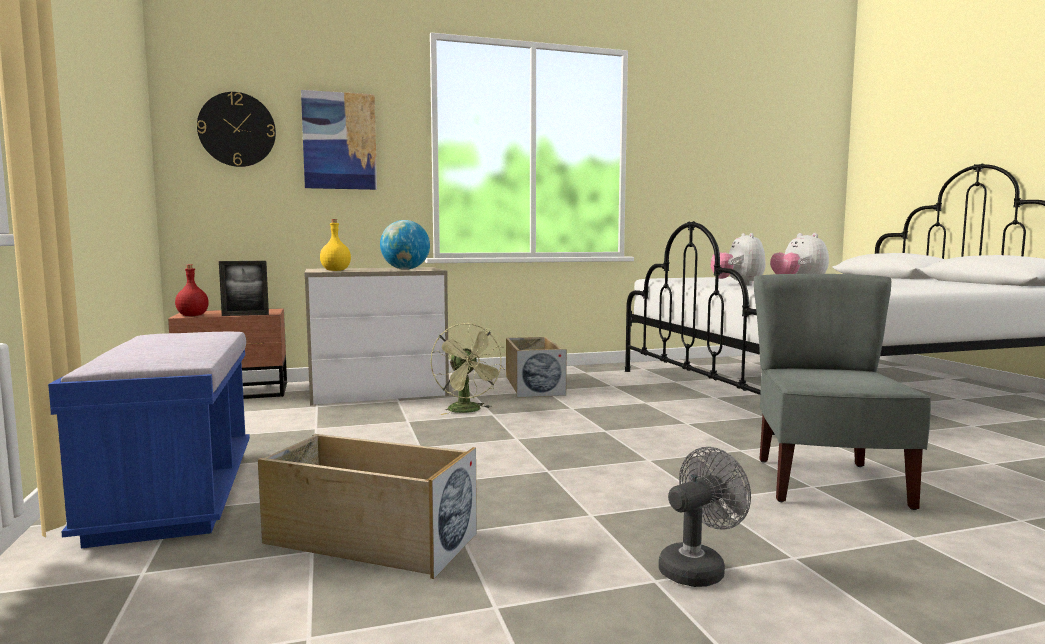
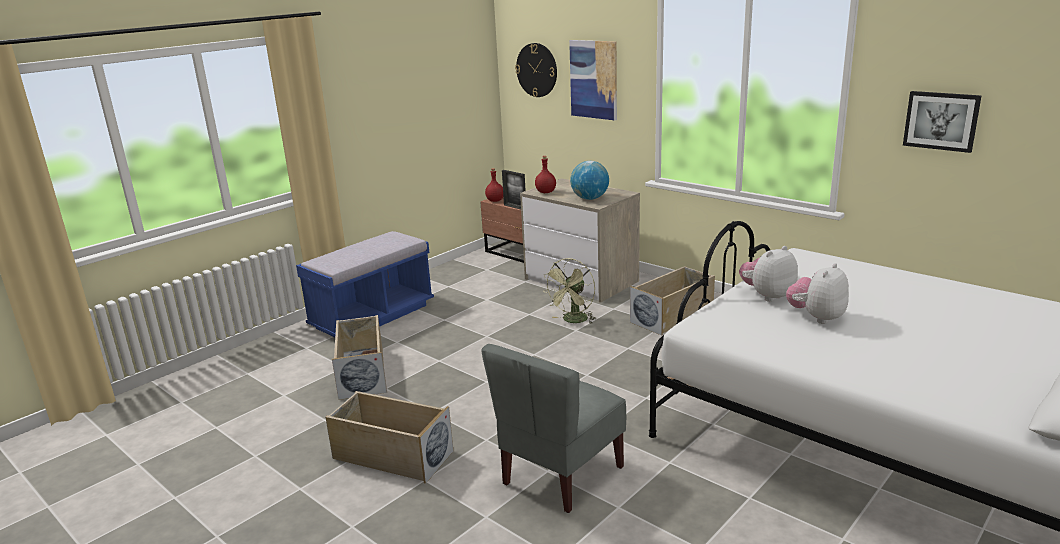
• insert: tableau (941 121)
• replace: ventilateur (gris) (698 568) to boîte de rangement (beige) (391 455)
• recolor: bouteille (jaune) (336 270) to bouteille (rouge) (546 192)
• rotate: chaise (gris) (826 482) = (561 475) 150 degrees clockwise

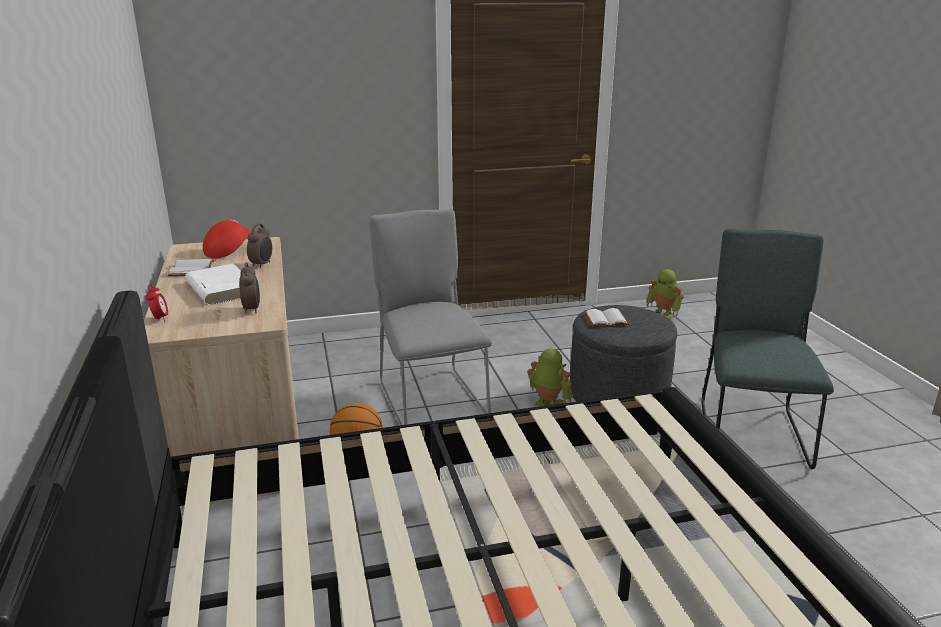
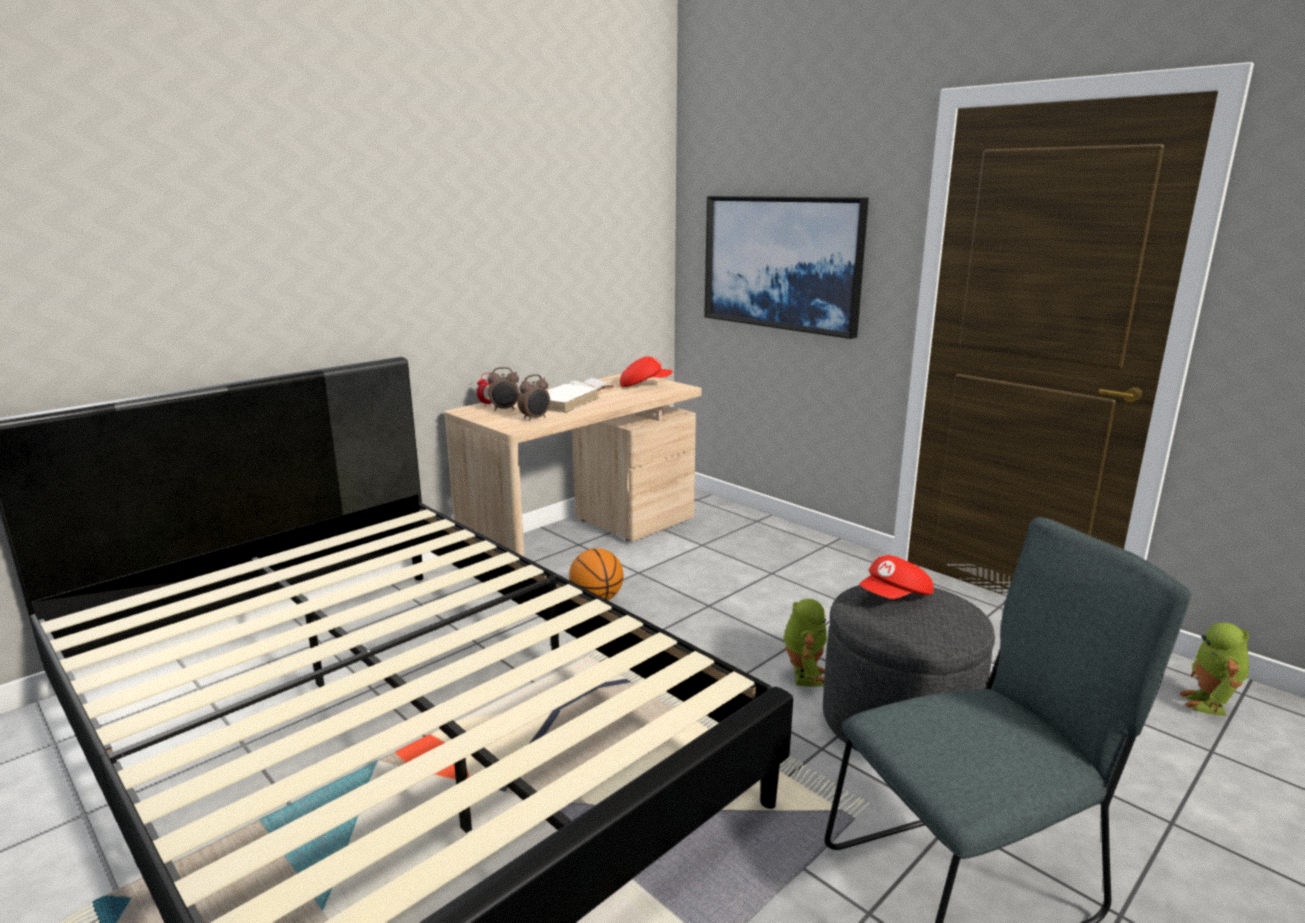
• delete: chaise (gris) (430 396)
• insert: tableau (782 263)
• move: réveil (262 265) to (504 409)
• replace: livre (blanc) (606 319) to casquette (rouge) (895 598)

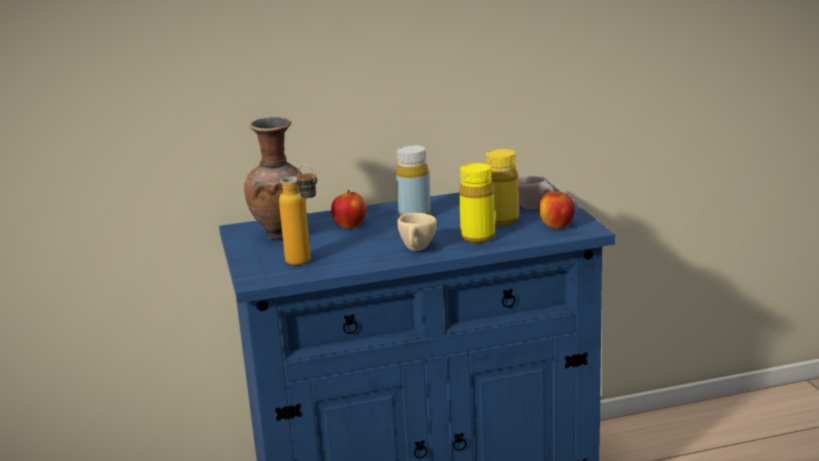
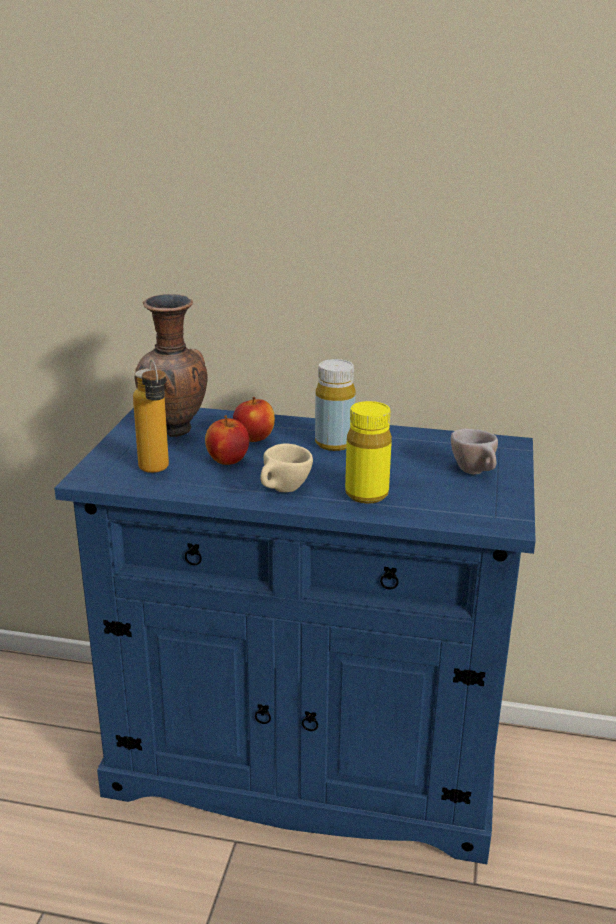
• delete: bouteille (jaune) (502 220)
• move: pomme (557 226) to (227 460)

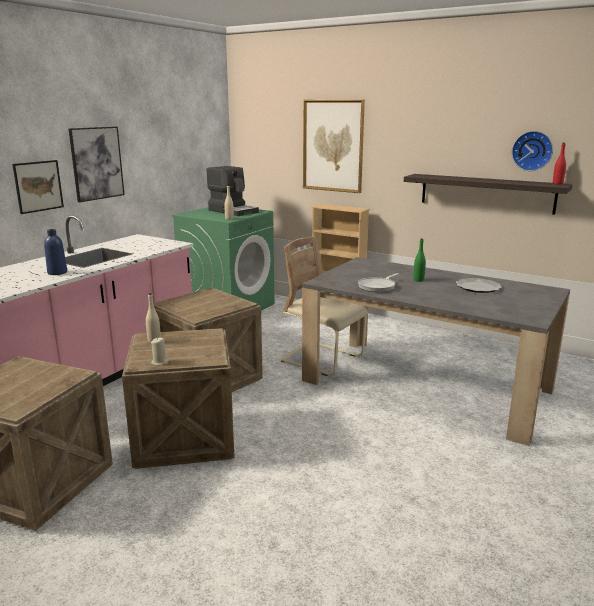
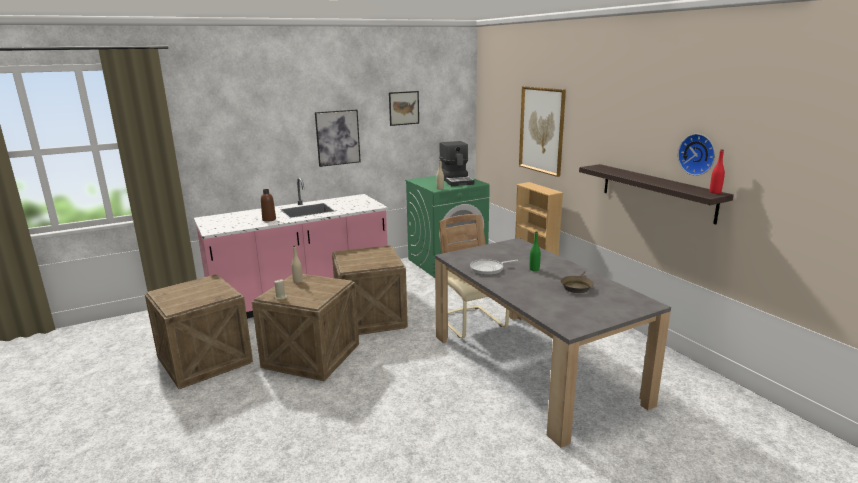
• move: tableau (38 186) to (404 108)
• replace: assiette (478 287) to poêle (marron) (576 287)
• recolor: bouteille (bleu) (57 272) to bouteille (marron) (269 219)

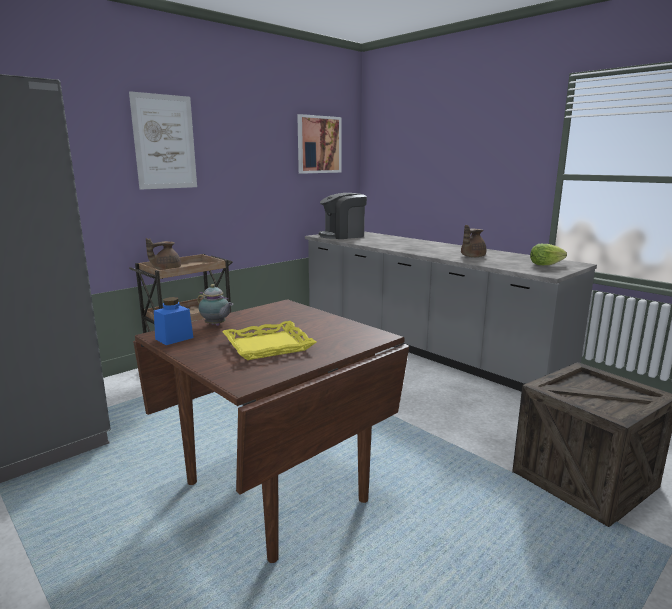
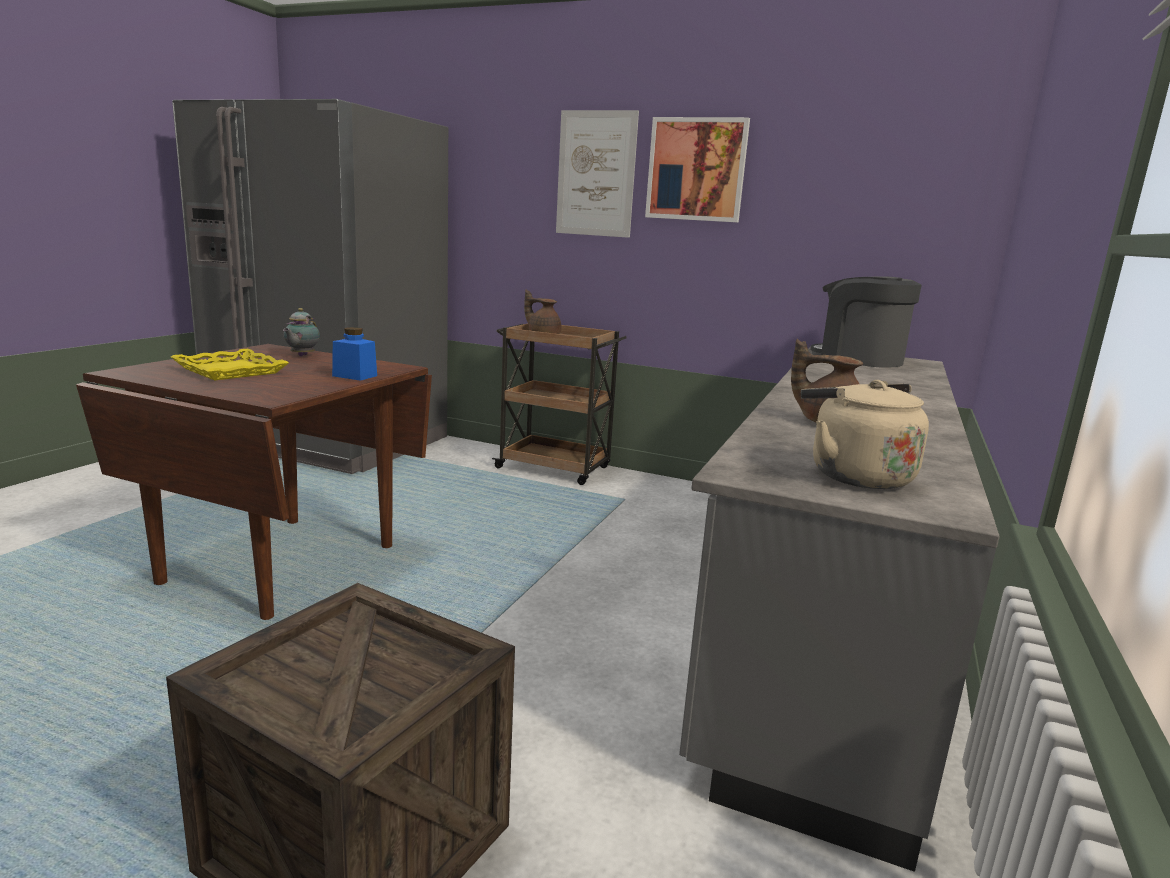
• move: bocal (bleu) (174 338) to (355 376)
• move: tableau (319 144) to (696 170)
• replace: laitue (545 265) to bouilloire (beige) (854 475)

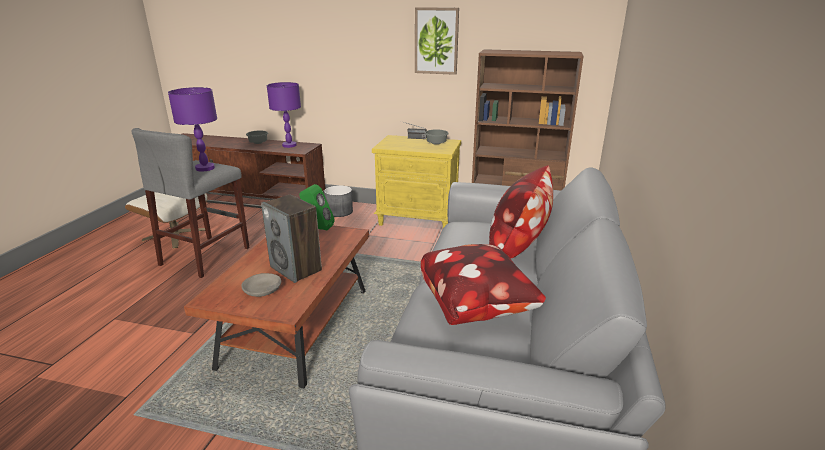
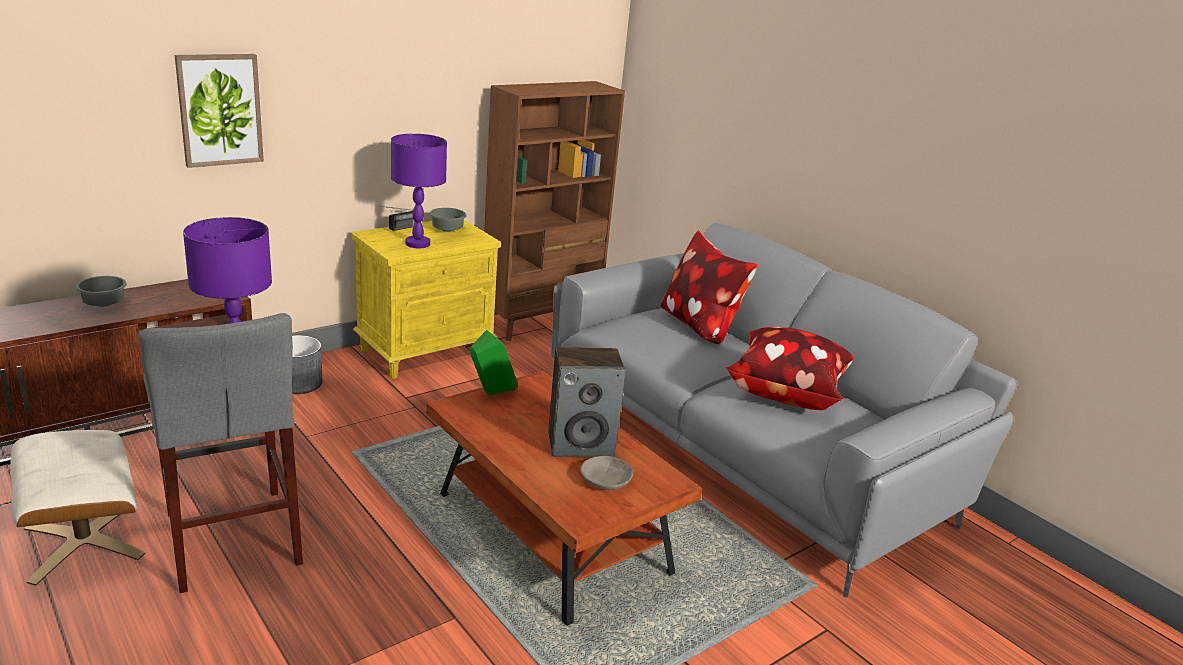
• move: lampe de table (violet) (289 145) to (417 244)
• move: tableau (436 41) to (220 110)

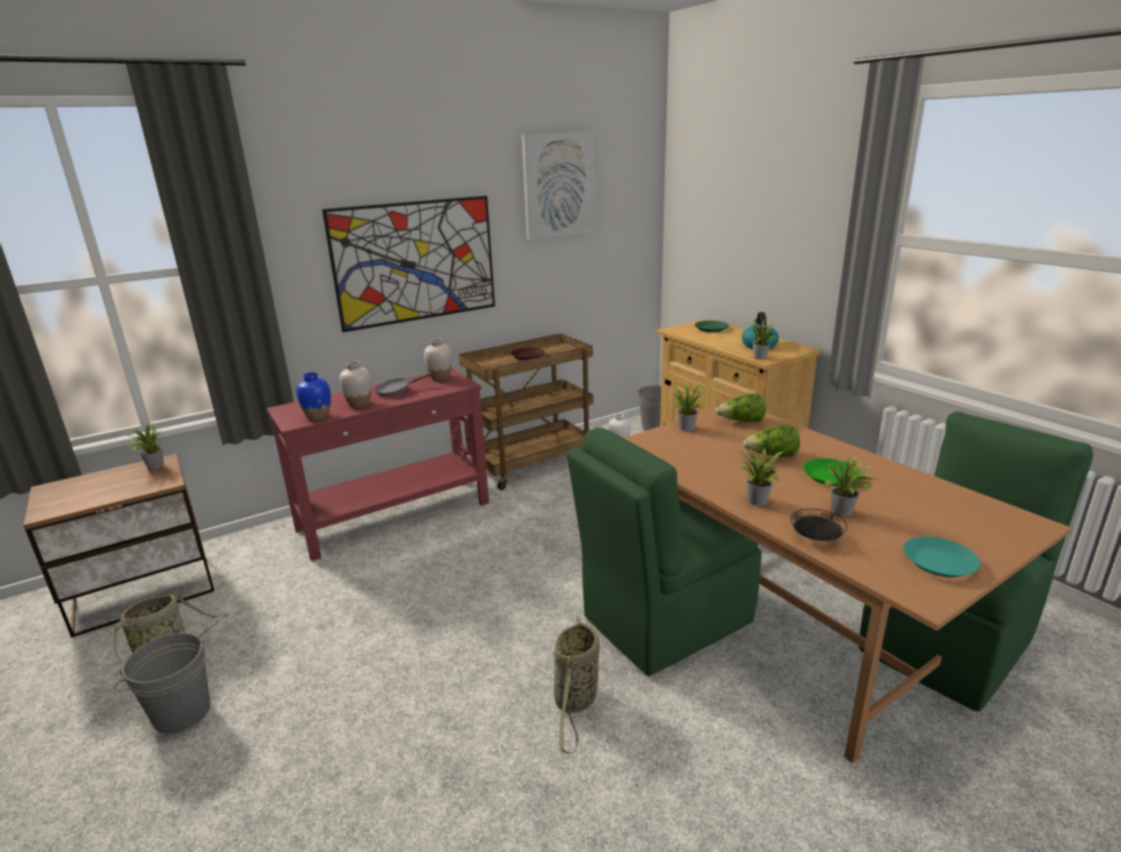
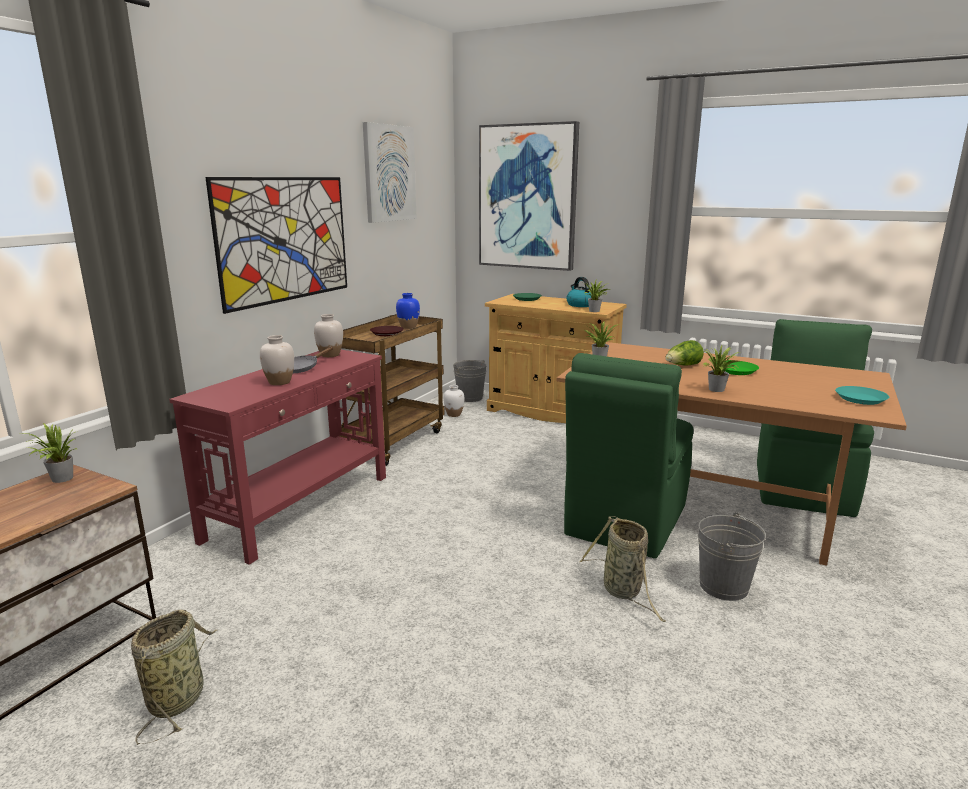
• delete: laitue (741 421)
• delete: assiette (noir) (816 537)
• delete: plante en pot (843 513)
• insert: tableau (527 197)
• move: seau (gris) (181 712) to (723 586)
• move: vase (bleu) (318 417) to (408 327)

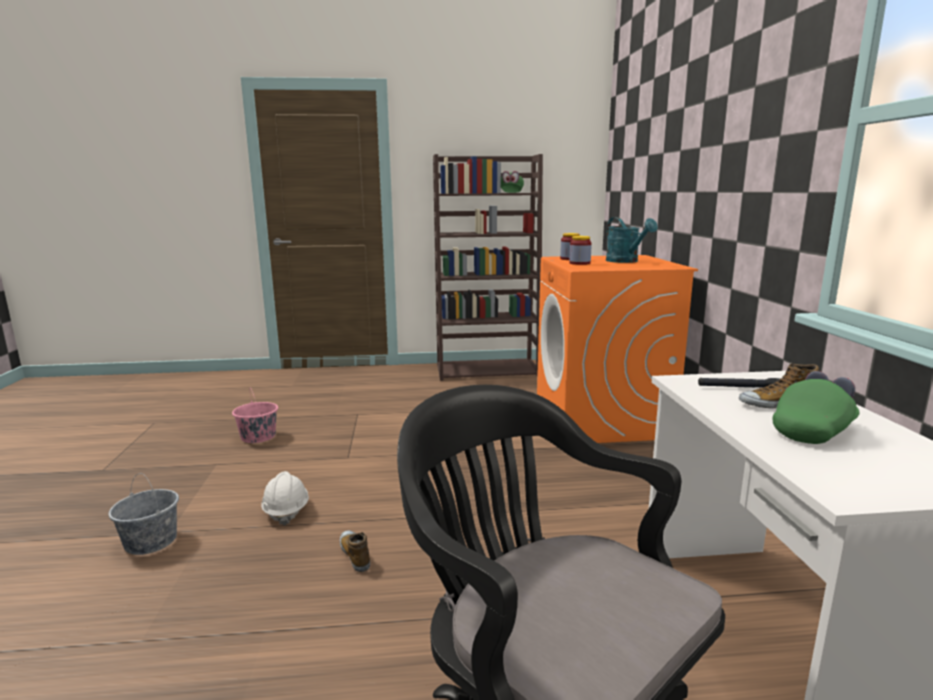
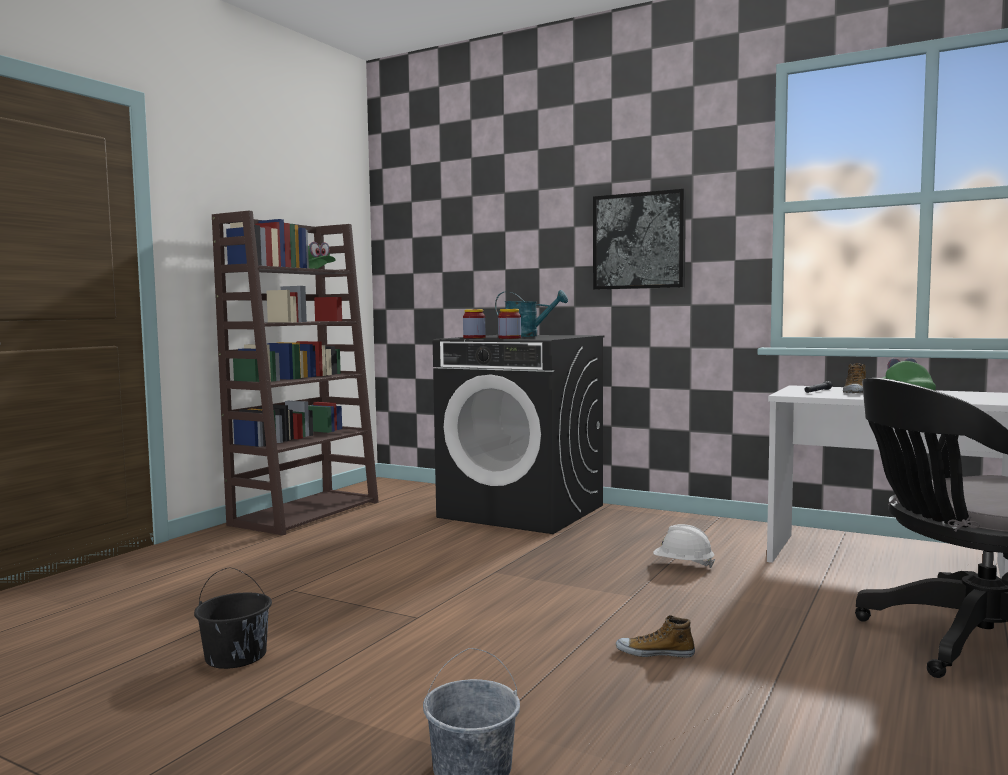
• insert: tableau (639 241)
• move: casque de chantier (blanc) (286 511) to (683 565)
• recolor: seau (rose) (258 437) to seau (noir) (236 656)
• recolor: lave-linge (orange) (602 418) to lave-linge (noir) (523 511)

